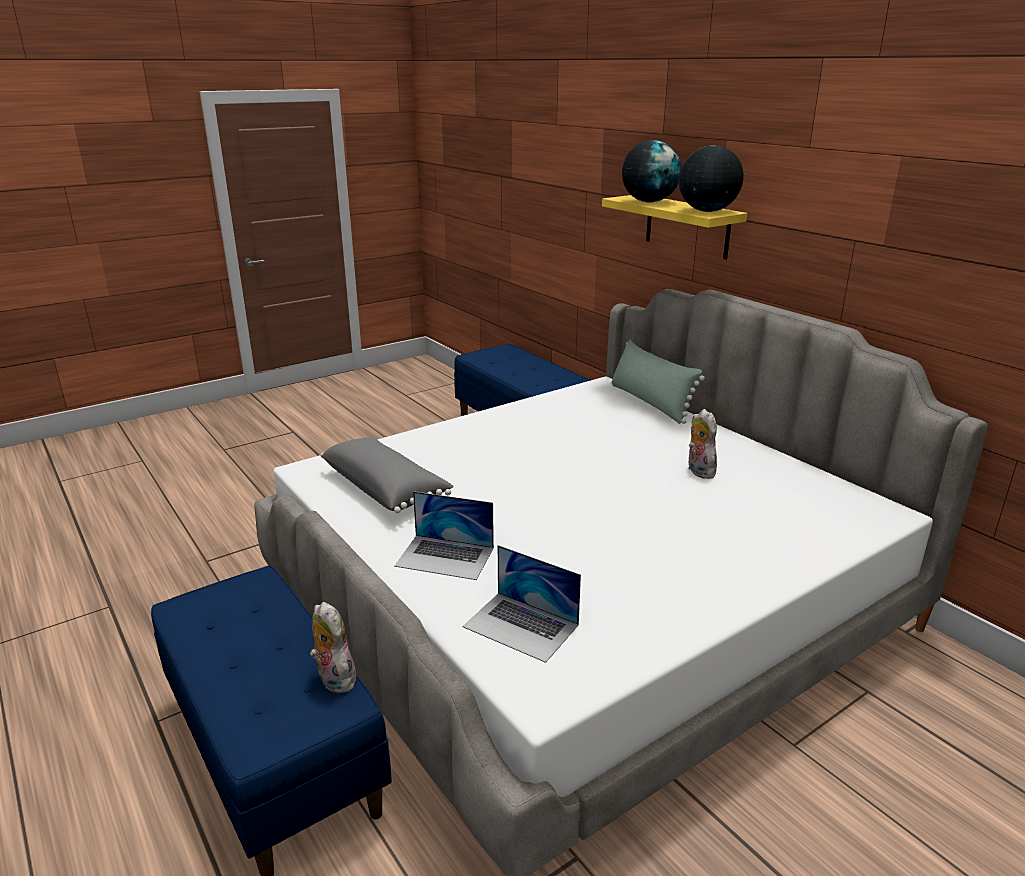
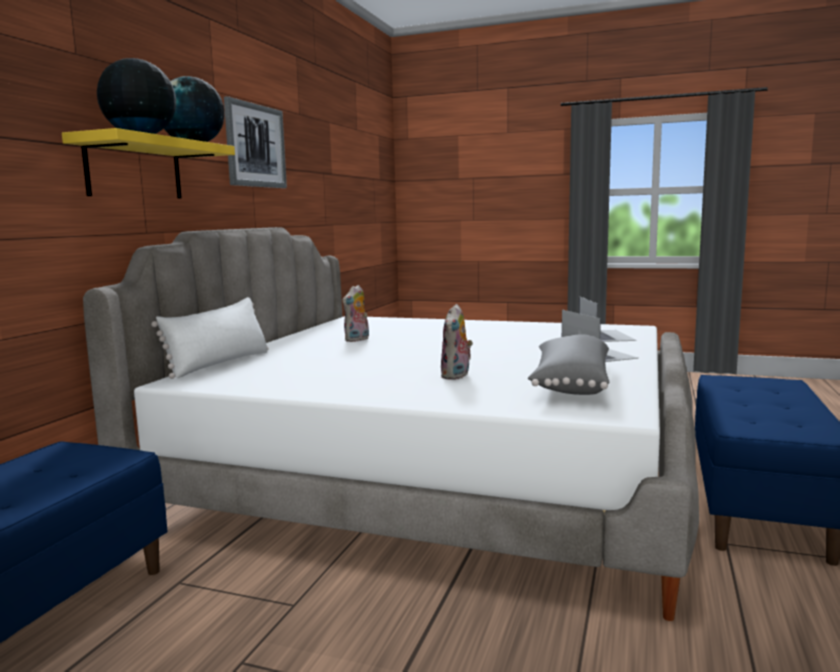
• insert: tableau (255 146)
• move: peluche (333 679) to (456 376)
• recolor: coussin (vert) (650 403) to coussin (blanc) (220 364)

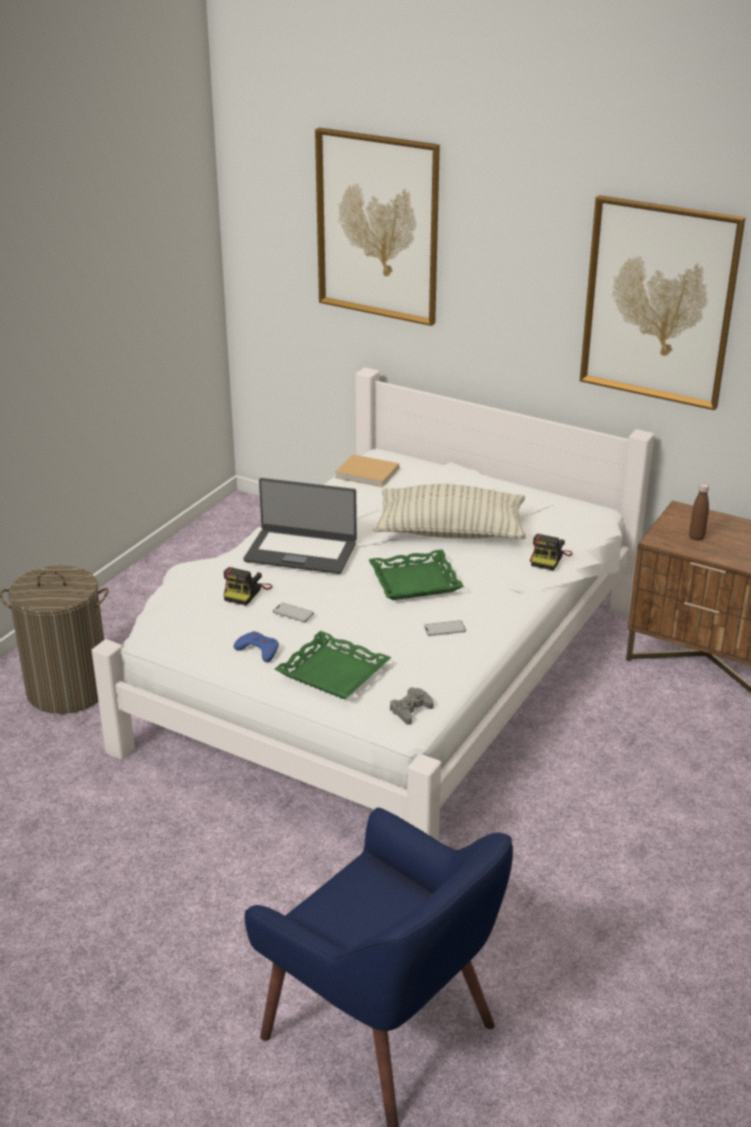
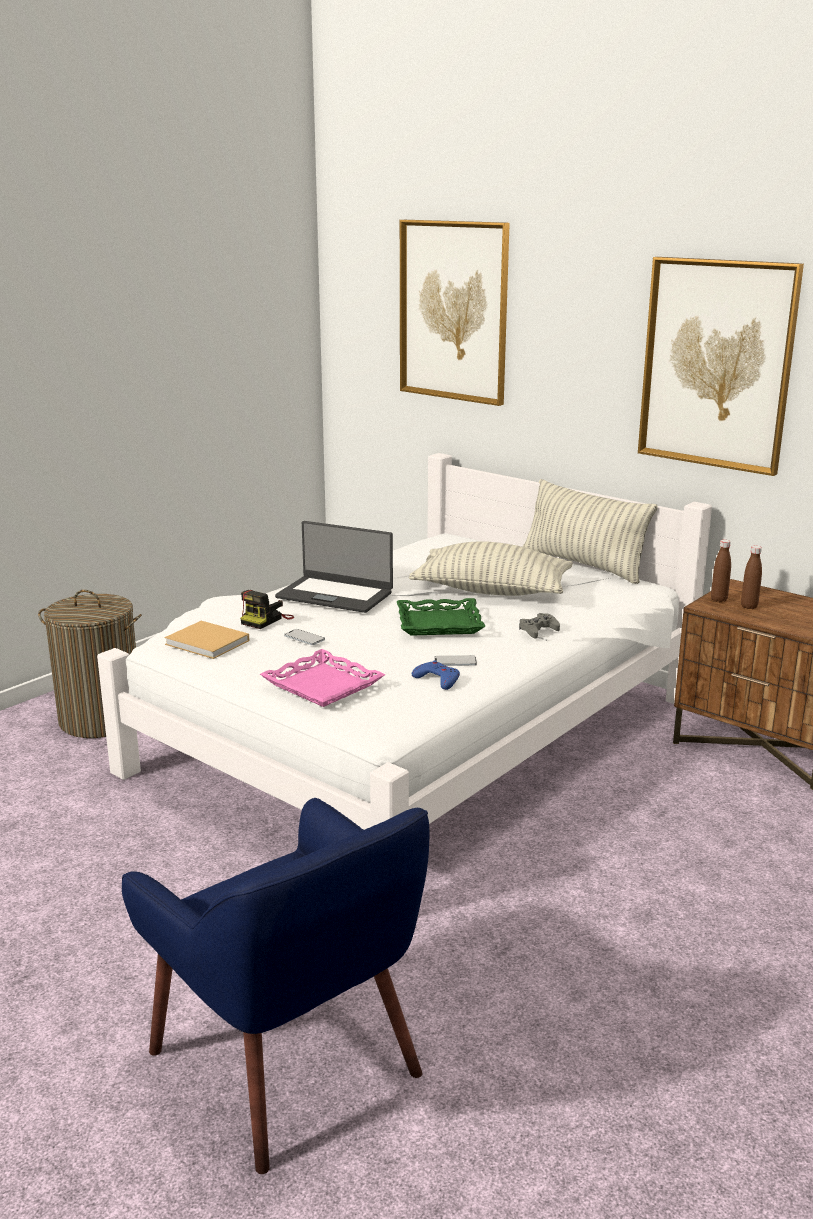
• delete: appareil photo (549 558)
• insert: coussin (583 565)
• insert: bouteille (marron) (719 599)
• move: manette (bleu) (258 650) to (437 679)
• move: livre (beige) (369 473) to (209 643)
• move: manette (gris) (411 710) to (538 630)
• recolor: plateau (vert) (334 672) to plateau (rose) (323 685)

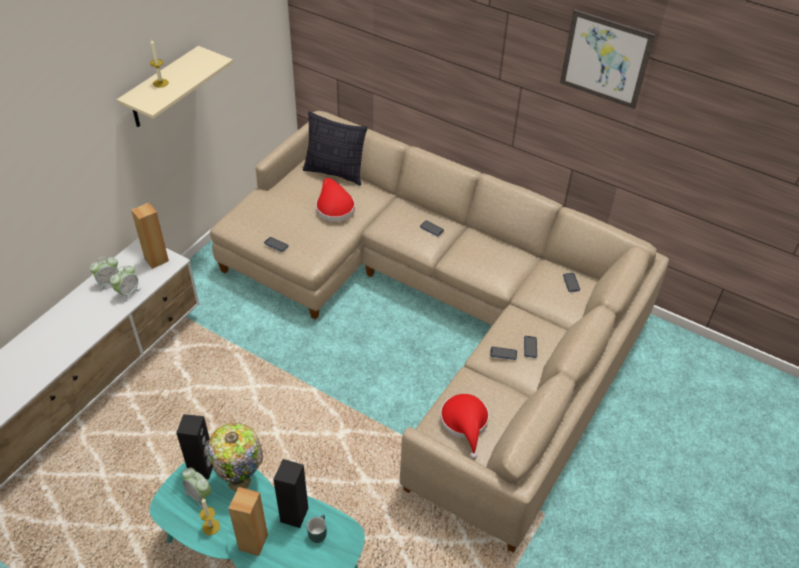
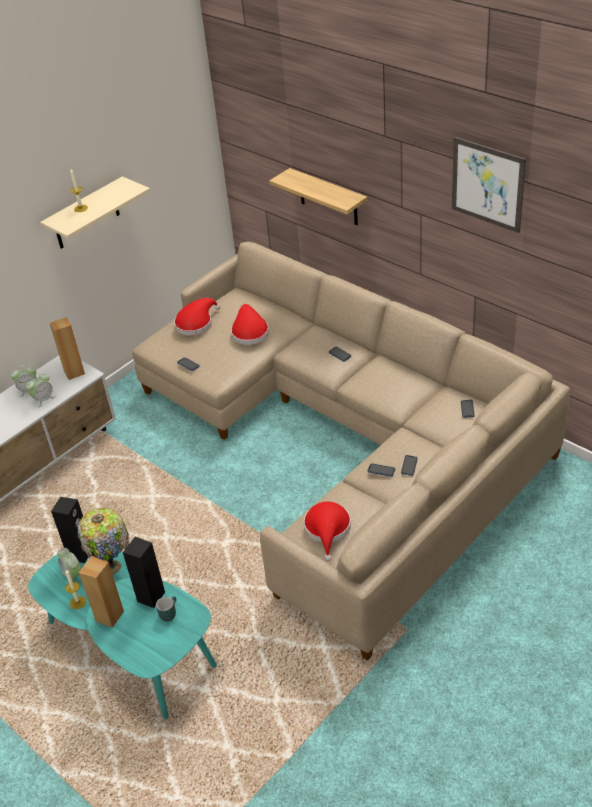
• delete: coussin (335 173)
• insert: chapeau (rouge) (196 323)
• insert: étagère (328 197)

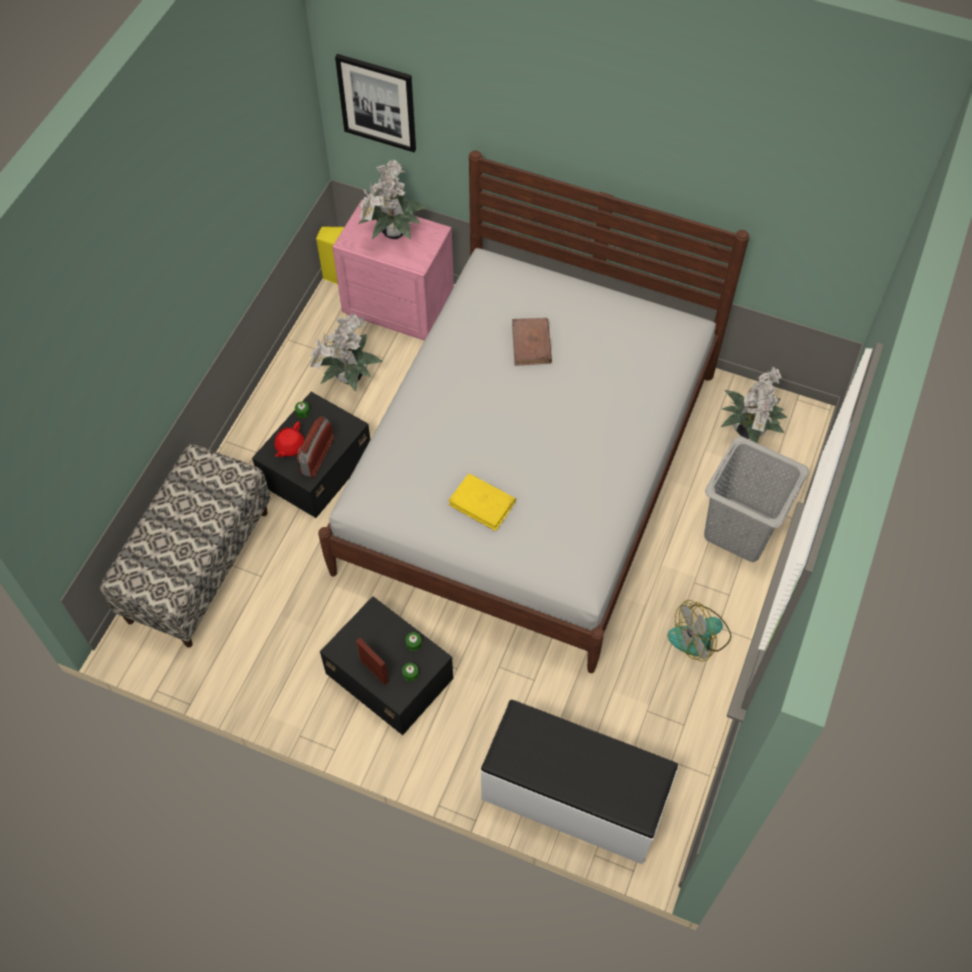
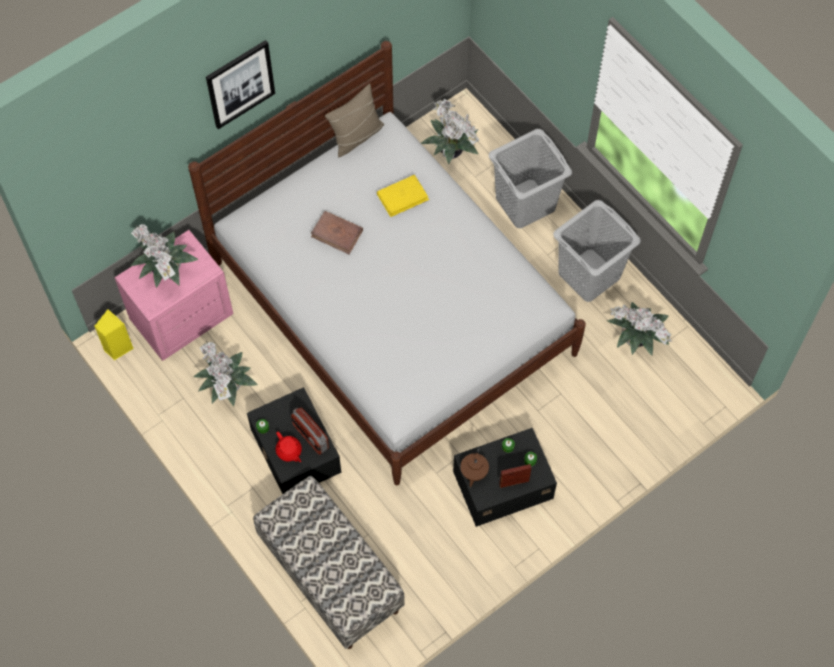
• delete: banc (blanc) (573 798)
• insert: coussin (beige) (356 136)
• insert: théière (marron) (473 472)
• insert: plante en pot (637 341)
• move: tableau (377 102) to (240 84)
• move: livre (jaune) (482 503) to (402 197)
• replace: ventilateur (699 637) to panier à linge (gris) (589 275)

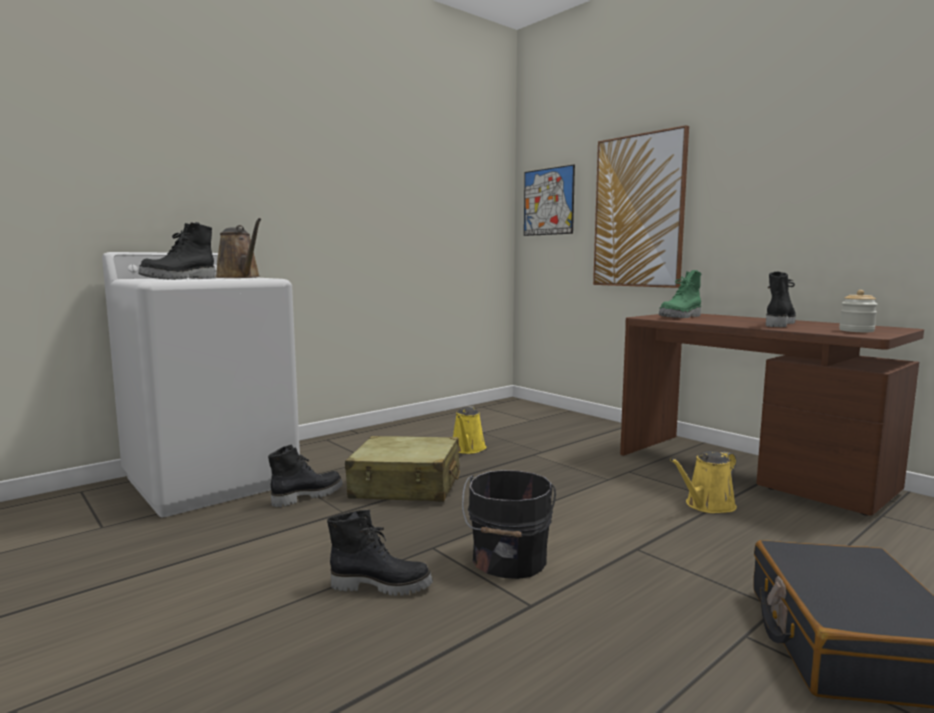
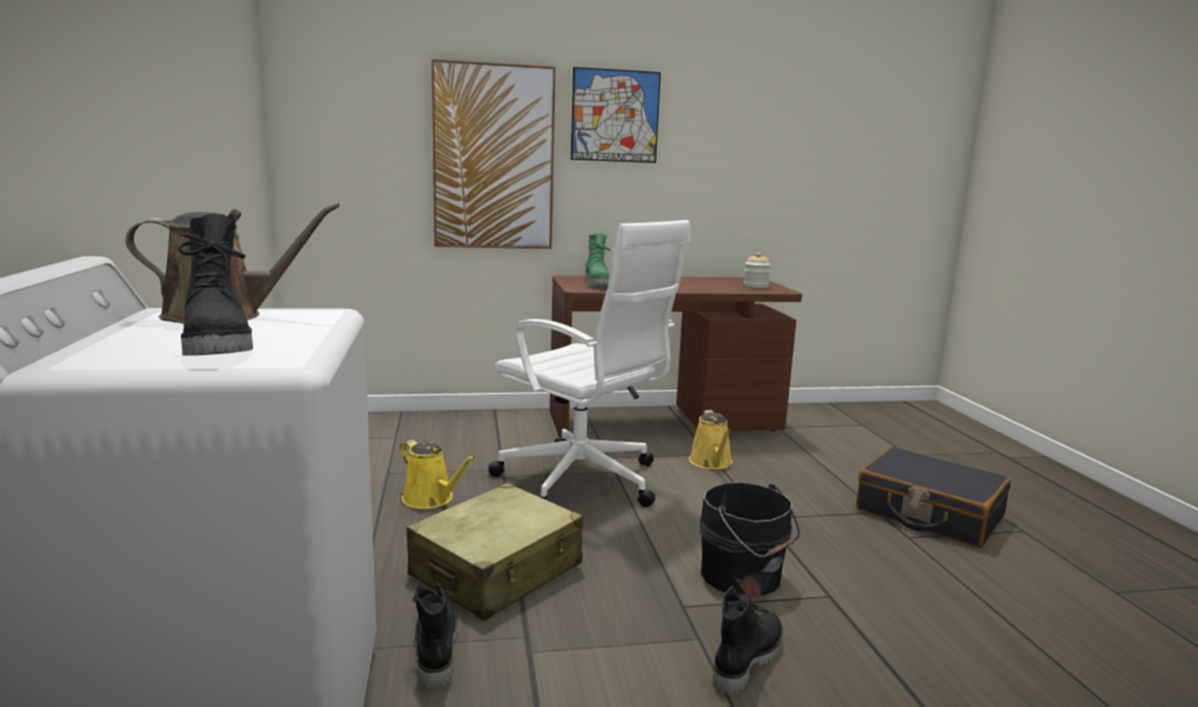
• delete: botte (noir) (778 324)
• insert: chaise de bureau (blanc) (583 482)
• move: tableau (548 201) to (615 116)

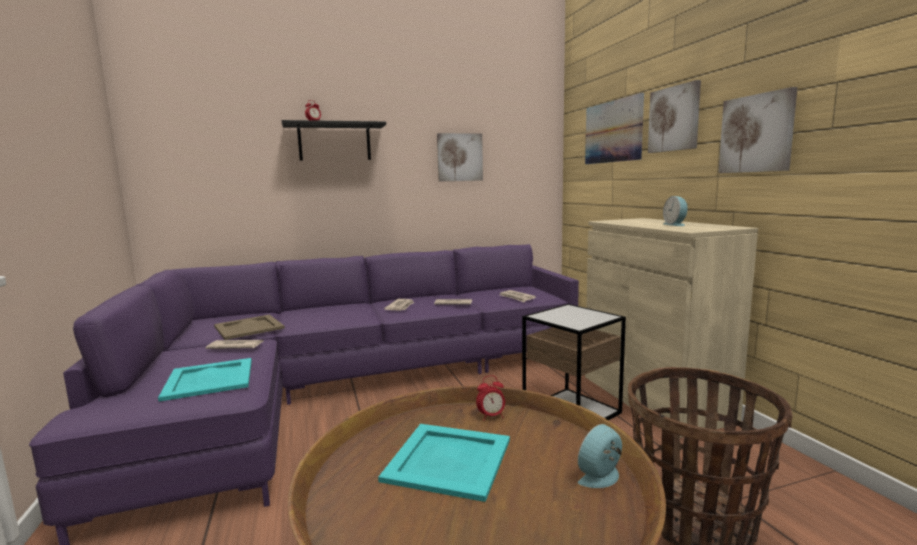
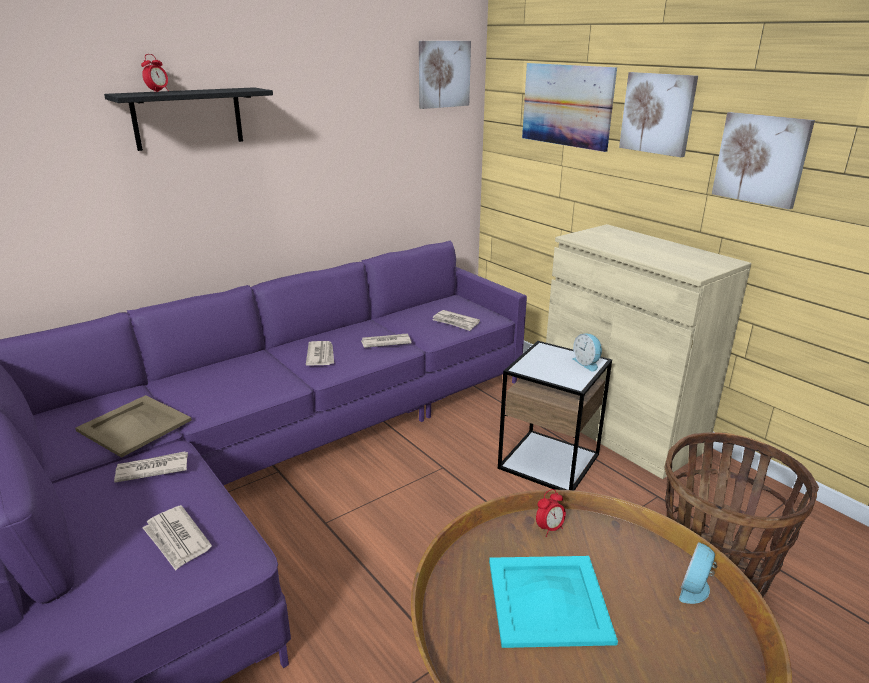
• move: tableau (459 157) to (443 74)
• move: réveil (675 224) to (587 363)
• replace: plateau (turquoise) (210 379) to journal (177 540)

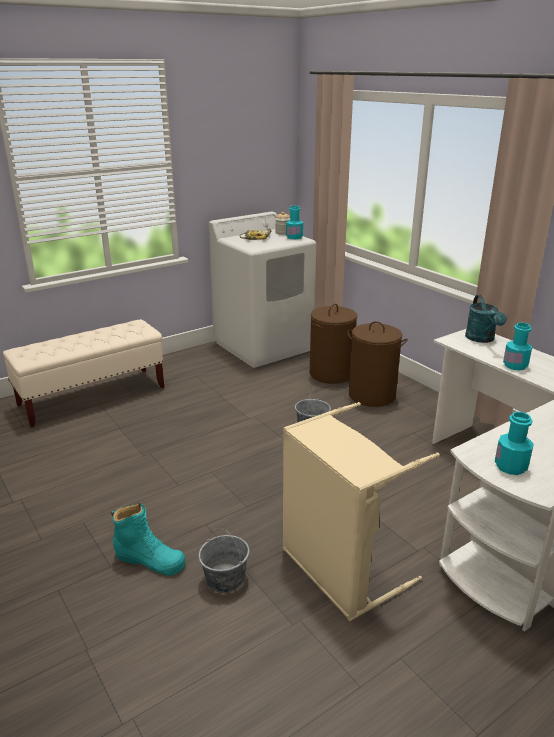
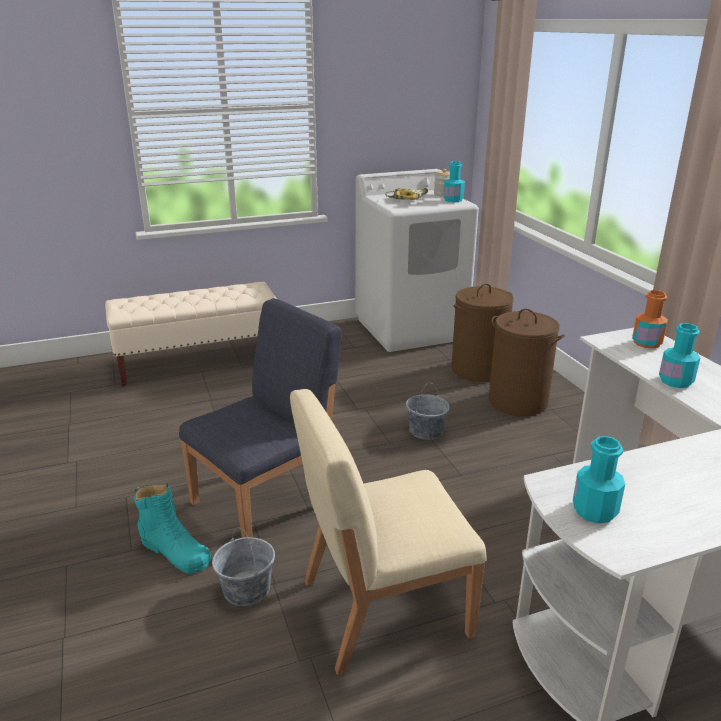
• insert: chaise (bleu) (268 500)
• replace: panier à linge (beige) (338 571) to chaise (beige) (383 607)
• replace: arrosoir (turquoise) (482 339) to bouteille (orange) (647 343)

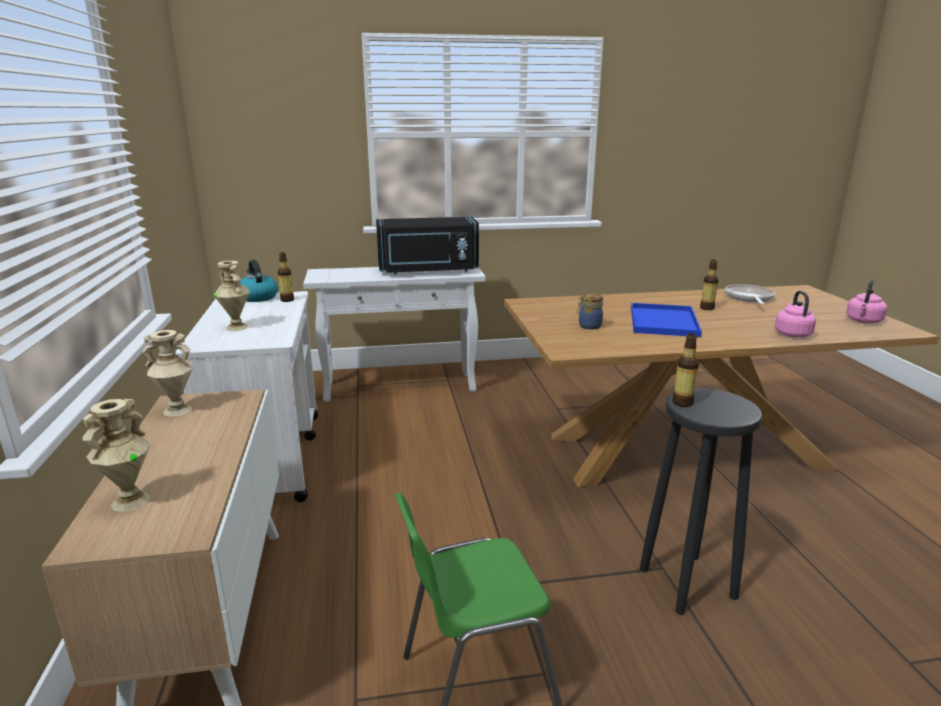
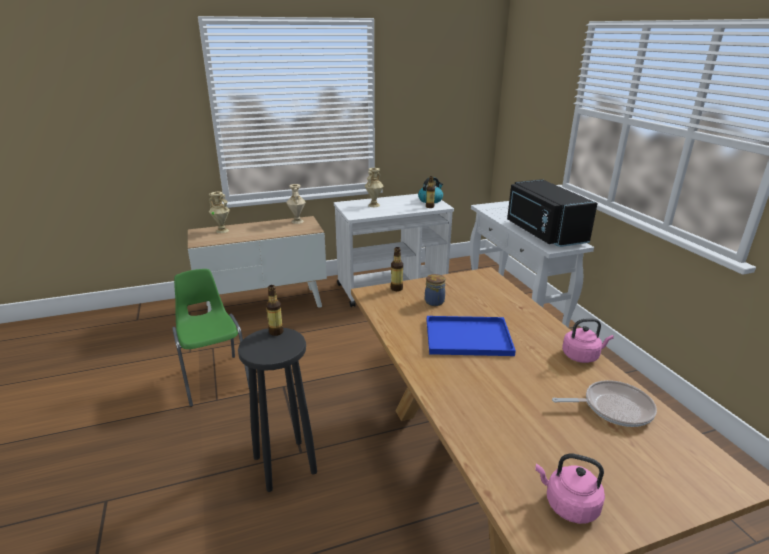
• move: bouteille (707 308) to (396 288)
• move: bouilloire (rose) (792 333) to (582 356)

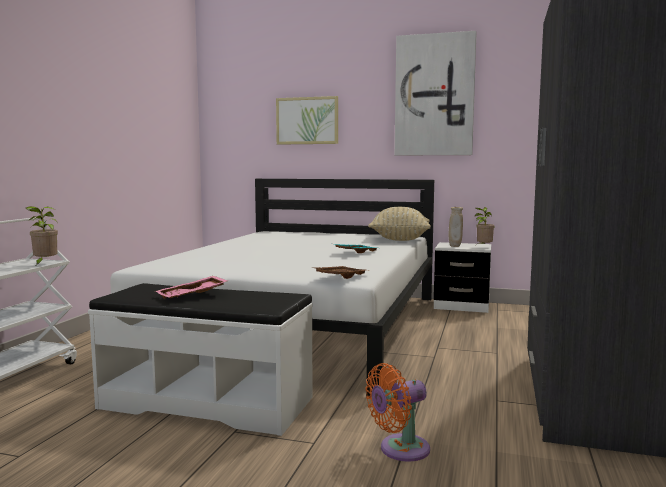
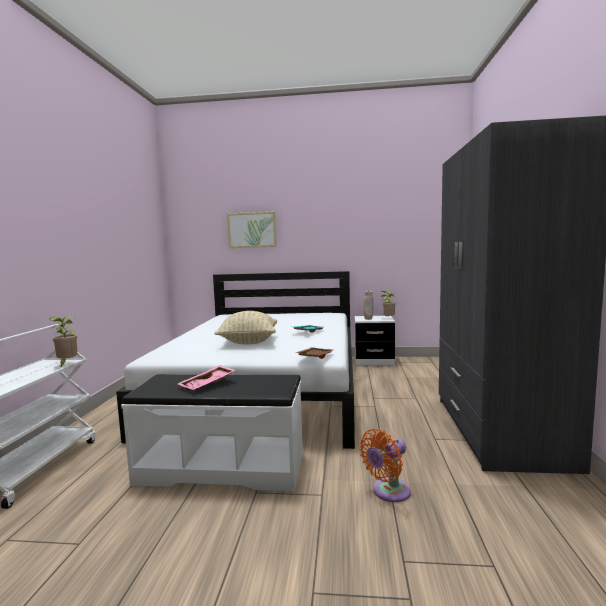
• delete: tableau (434 95)
• move: coussin (beige) (400 239) to (249 342)

